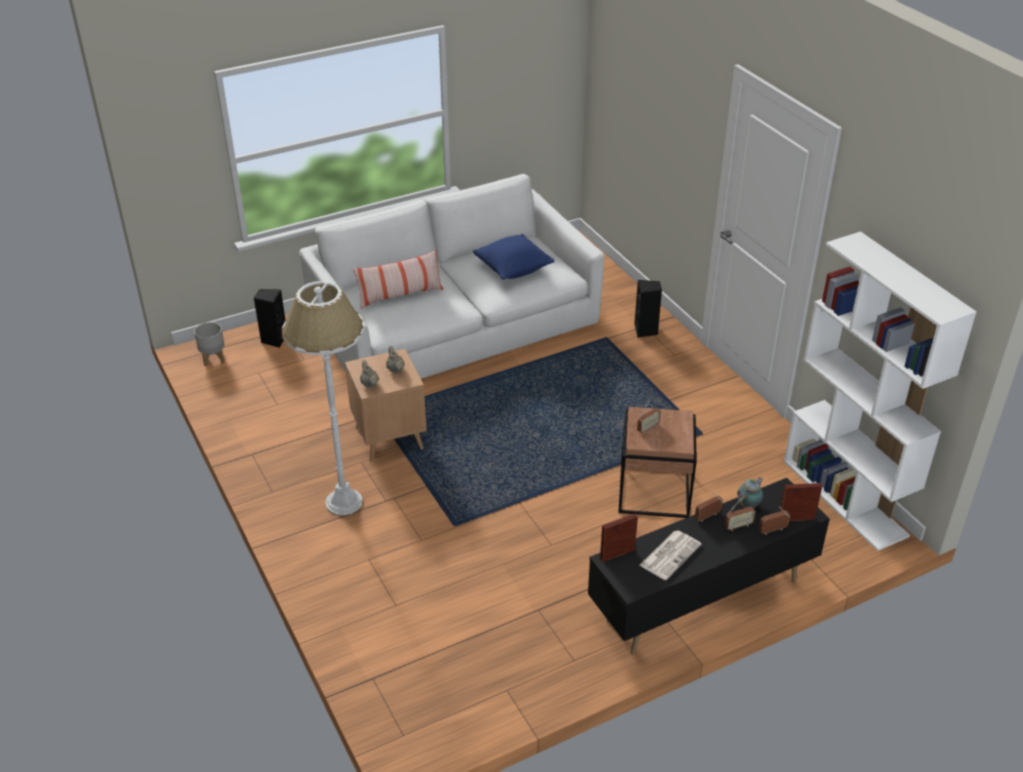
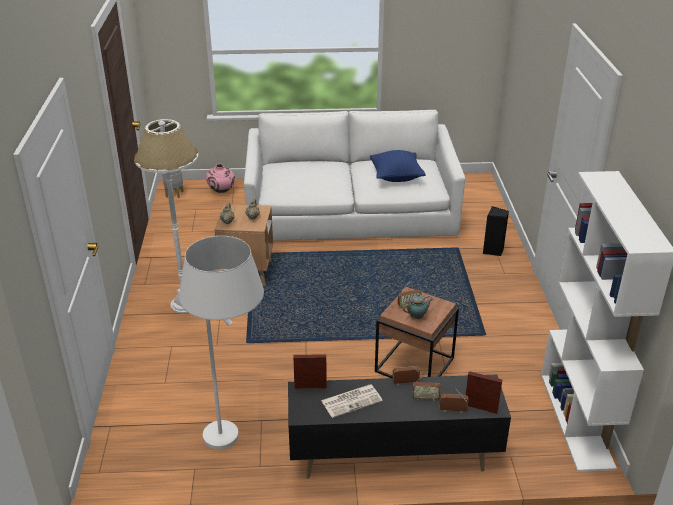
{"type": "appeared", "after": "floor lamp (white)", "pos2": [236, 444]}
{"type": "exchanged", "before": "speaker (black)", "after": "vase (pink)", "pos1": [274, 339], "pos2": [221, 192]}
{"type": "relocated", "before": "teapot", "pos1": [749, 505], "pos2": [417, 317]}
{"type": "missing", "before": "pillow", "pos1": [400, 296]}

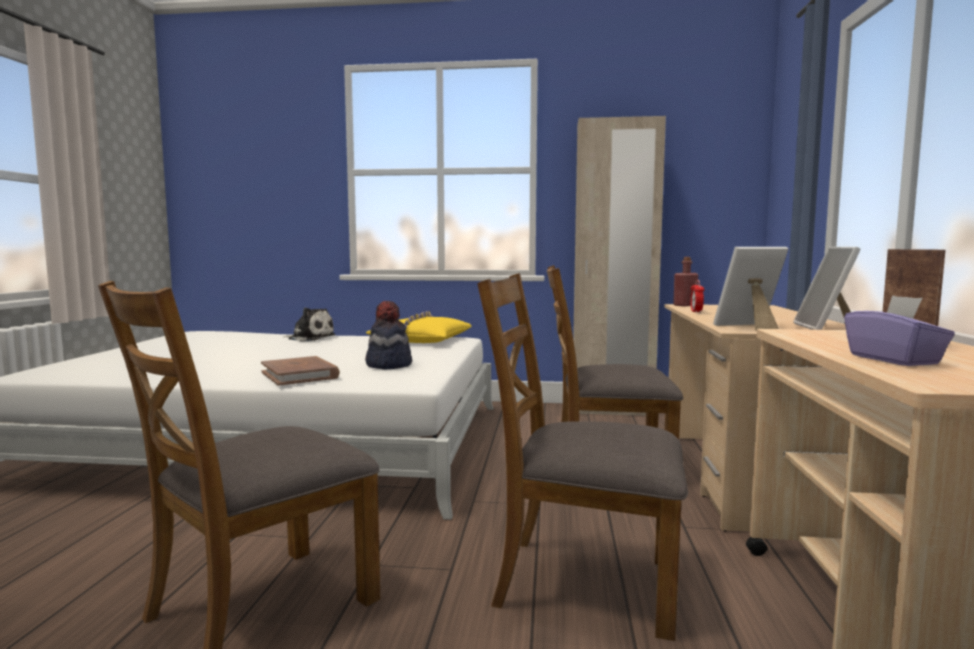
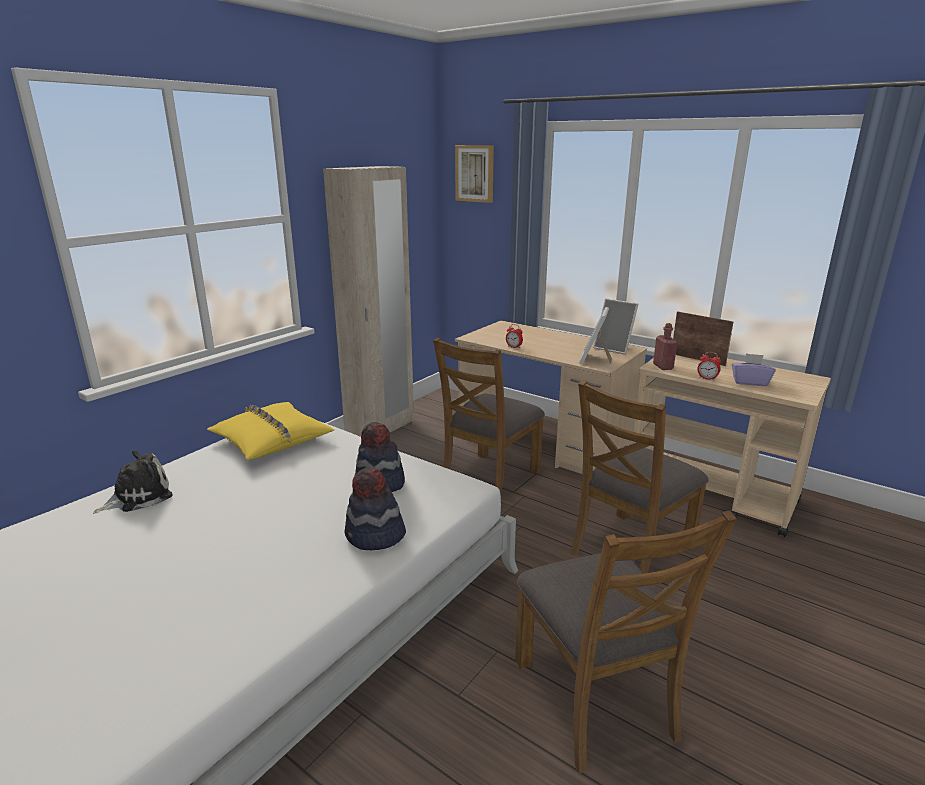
{"type": "exchanged", "before": "book (brown)", "after": "hat", "pos1": [300, 375], "pos2": [375, 536]}
{"type": "appeared", "after": "picture", "pos2": [475, 173]}
{"type": "relocated", "before": "bottle (red)", "pos1": [685, 305], "pos2": [663, 366]}
{"type": "appeared", "after": "alarm clock", "pos2": [707, 378]}

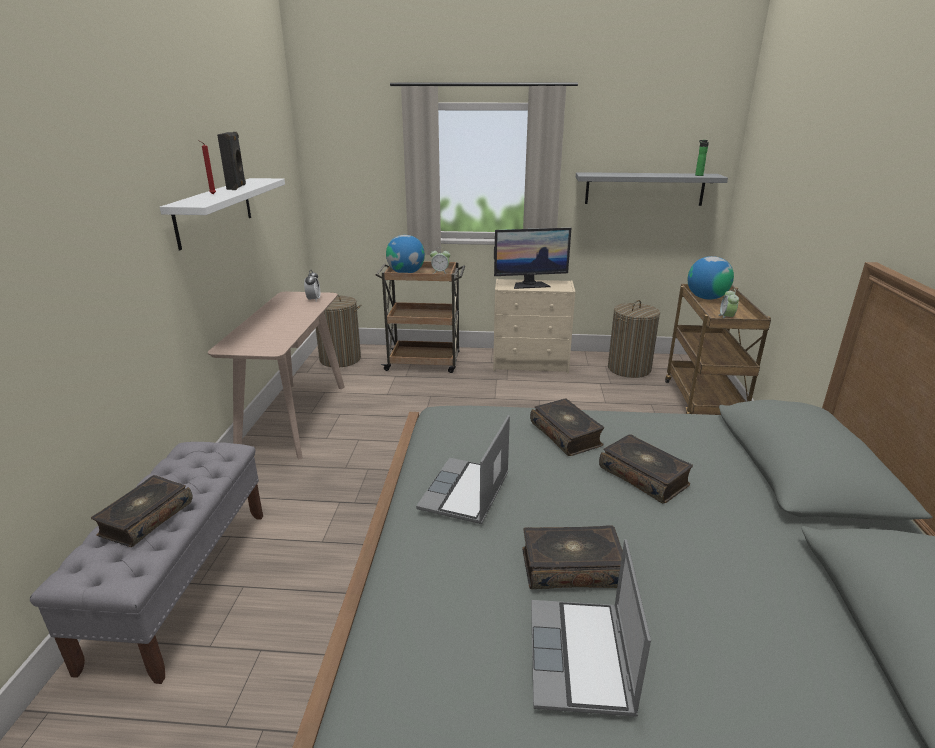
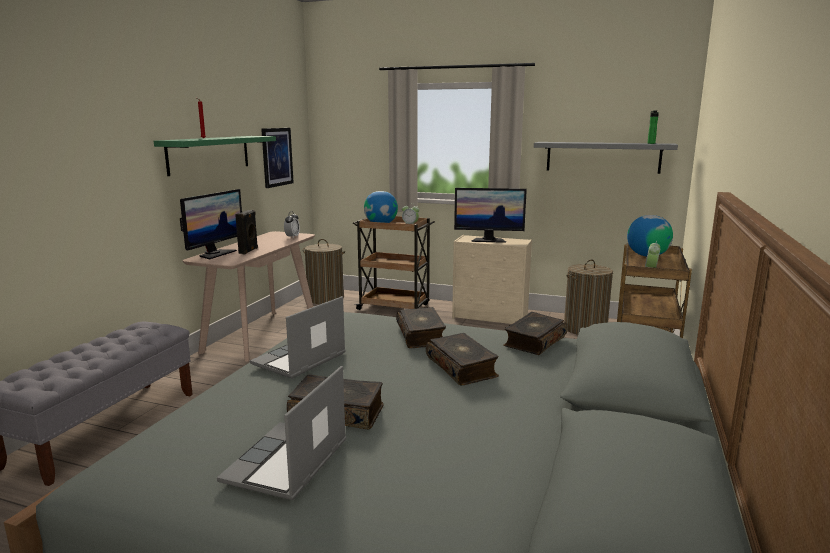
{"type": "colour", "before": "shelf (white)", "after": "shelf (green)", "pos1": [214, 211], "pos2": [209, 154]}
{"type": "appeared", "after": "monitor", "pos2": [215, 254]}
{"type": "relocated", "before": "speaker (black)", "pos1": [237, 187], "pos2": [249, 251]}
{"type": "appeared", "after": "picture", "pos2": [277, 157]}
{"type": "relocated", "before": "book", "pos1": [145, 518], "pos2": [534, 341]}

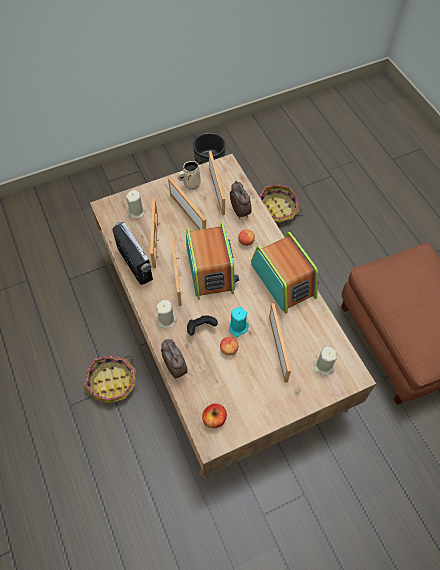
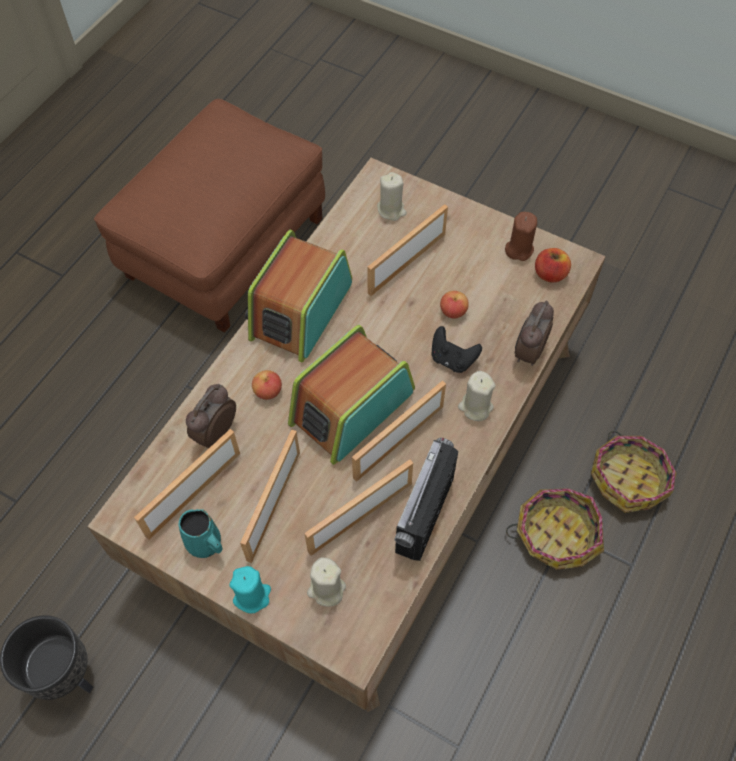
{"type": "colour", "before": "mug (beige)", "after": "mug (turquoise)", "pos1": [190, 184], "pos2": [206, 544]}
{"type": "relocated", "before": "candle (turquoise)", "pos1": [238, 327], "pos2": [252, 596]}
{"type": "appeared", "after": "candle (brown)", "pos2": [519, 249]}
{"type": "relocated", "before": "basket", "pos1": [277, 210], "pos2": [629, 478]}

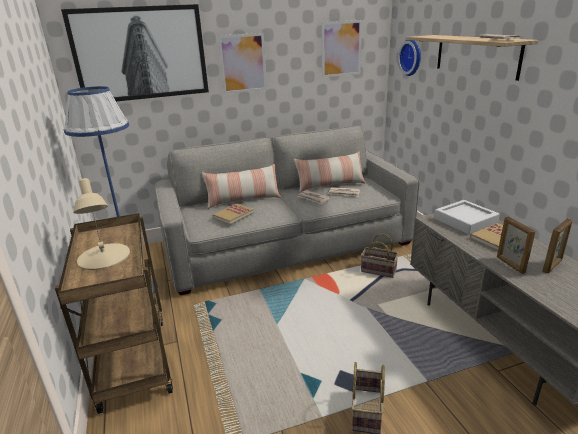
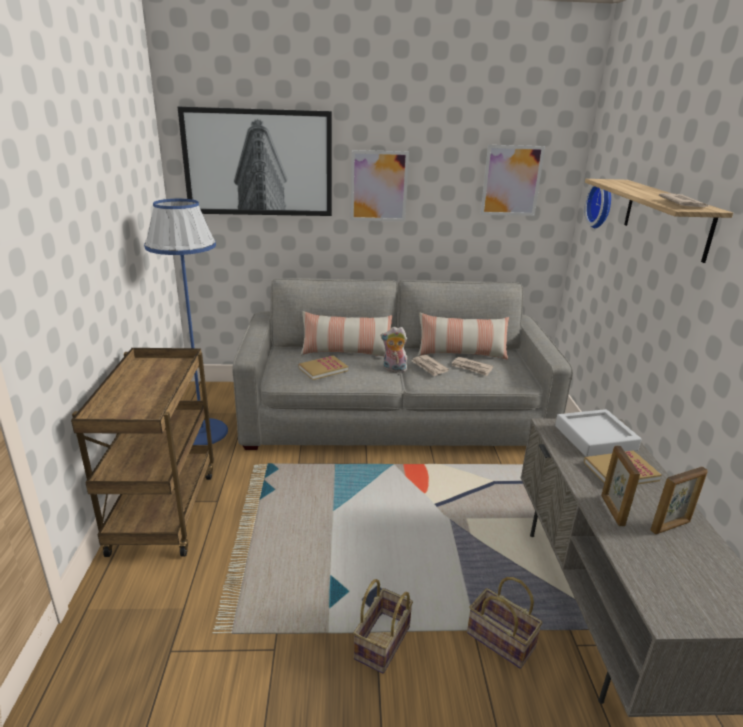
{"type": "appeared", "after": "plush toy", "pos2": [393, 370]}
{"type": "relocated", "before": "basket", "pos1": [377, 270], "pos2": [498, 640]}
{"type": "missing", "before": "table lamp (beige)", "pos1": [103, 257]}

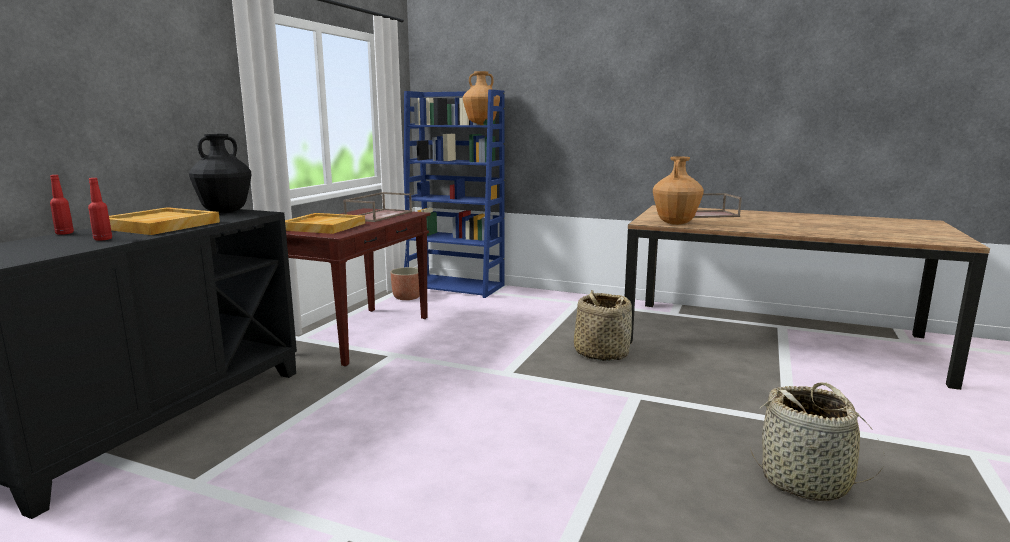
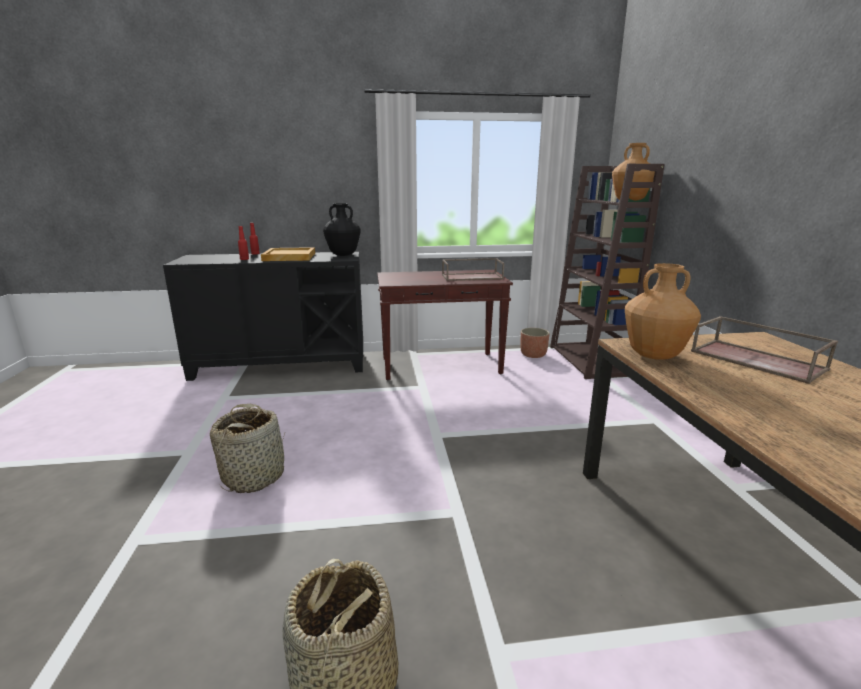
{"type": "relocated", "before": "basket", "pos1": [601, 353], "pos2": [254, 476]}
{"type": "colour", "before": "bookcase (blue)", "after": "bookcase (brown)", "pos1": [455, 286], "pos2": [589, 361]}
{"type": "missing", "before": "tray (beige)", "pos1": [323, 226]}

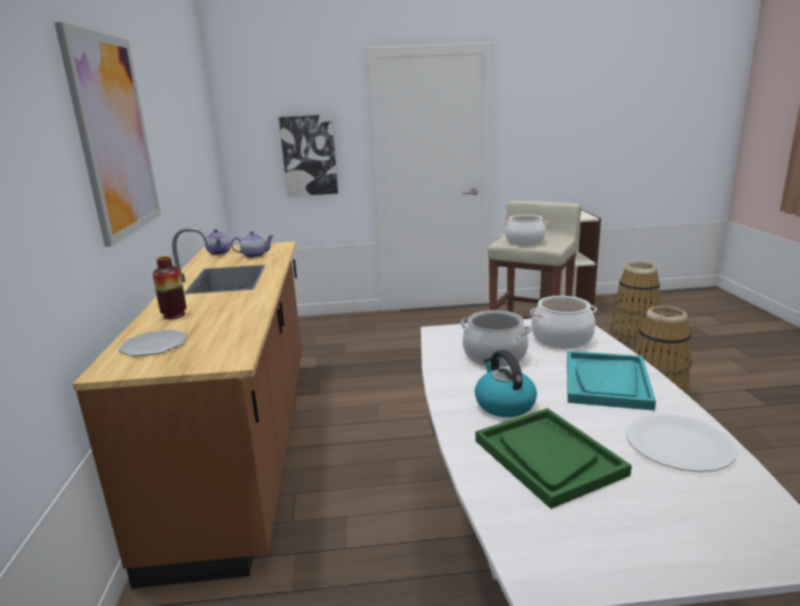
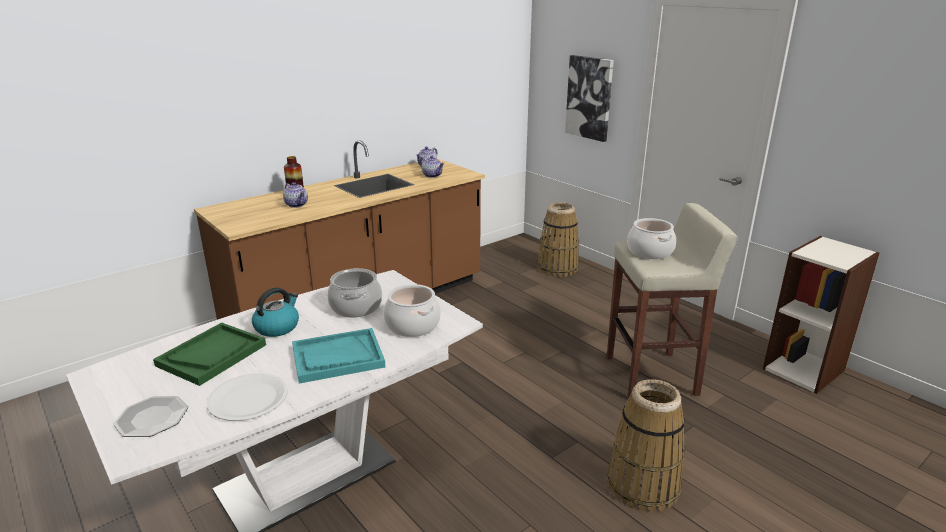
{"type": "relocated", "before": "plate", "pos1": [154, 345], "pos2": [152, 418]}
{"type": "appeared", "after": "teapot", "pos2": [297, 205]}
{"type": "relocated", "before": "basket", "pos1": [633, 336], "pos2": [557, 268]}
{"type": "missing", "before": "picture", "pos1": [114, 136]}

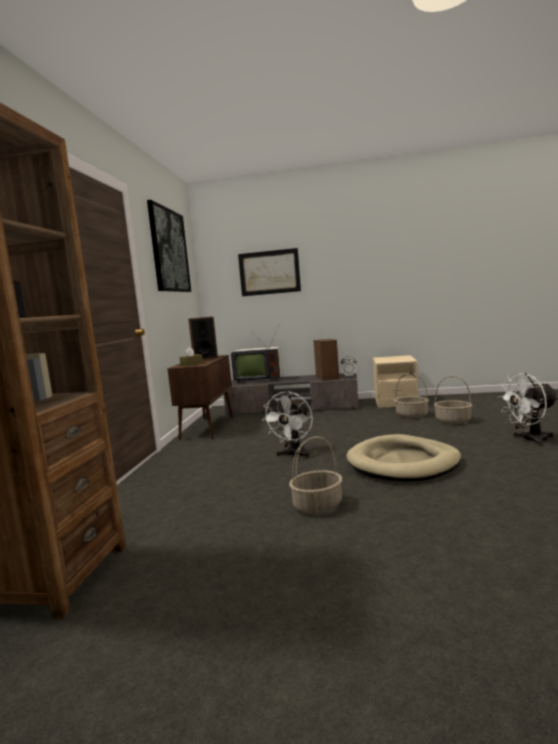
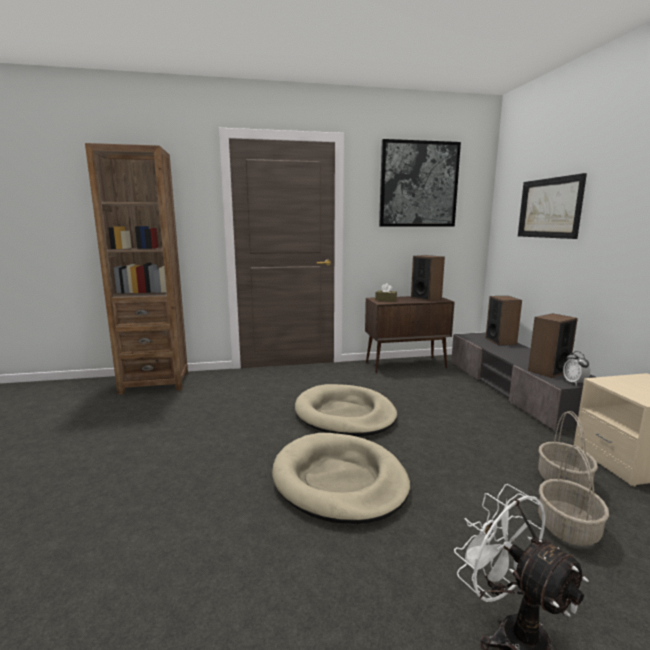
{"type": "exchanged", "before": "fan (white)", "after": "dog bed (beige)", "pos1": [293, 455], "pos2": [345, 414]}
{"type": "exchanged", "before": "television", "after": "speaker", "pos1": [258, 379], "pos2": [501, 341]}
{"type": "missing", "before": "basket", "pos1": [317, 506]}

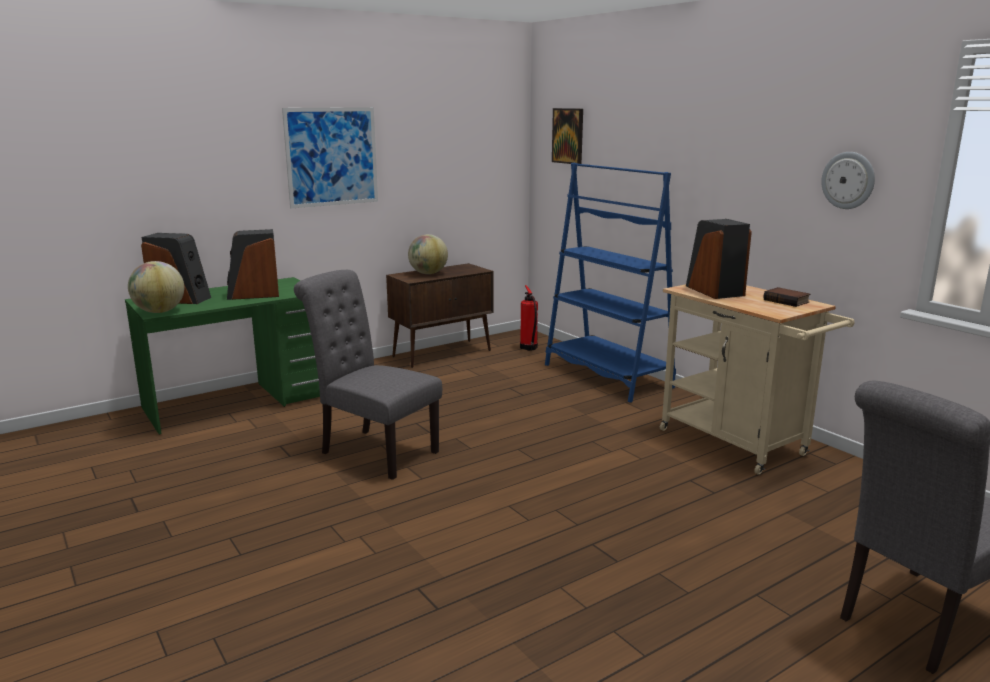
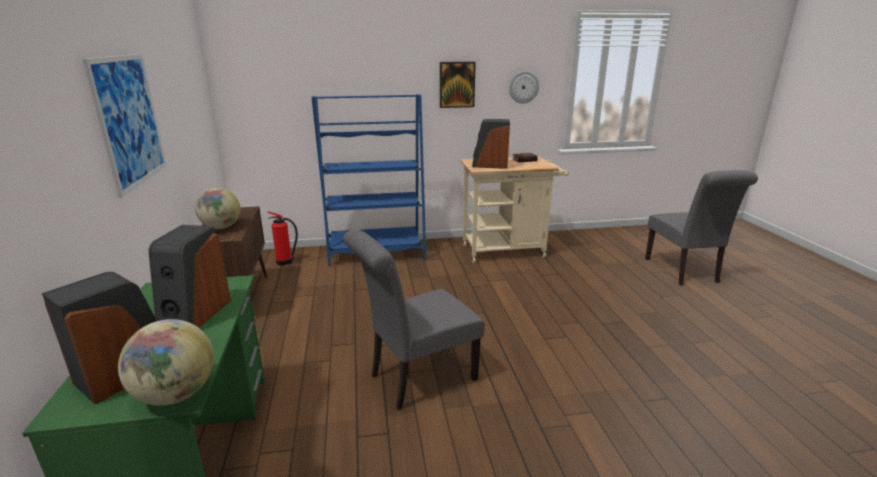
{"type": "relocated", "before": "picture", "pos1": [568, 136], "pos2": [457, 84]}

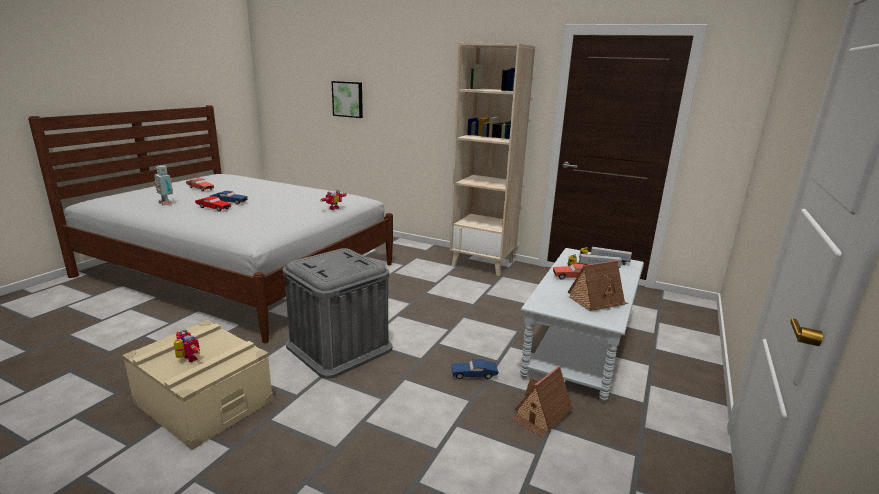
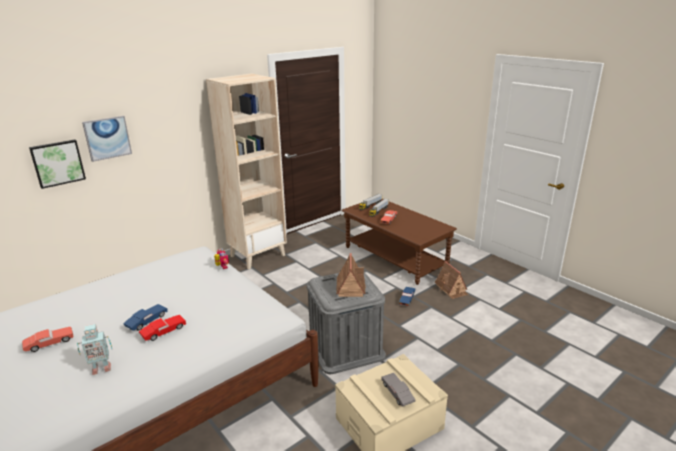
{"type": "appeared", "after": "picture", "pos2": [107, 138]}
{"type": "relocated", "before": "toy house", "pos1": [597, 301], "pos2": [350, 287]}
{"type": "colour", "before": "coffee table (grey)", "after": "coffee table (brown)", "pos1": [579, 346], "pos2": [395, 257]}
{"type": "exchanged", "before": "toy robot", "after": "toy car (grey)", "pos1": [187, 359], "pos2": [397, 394]}

